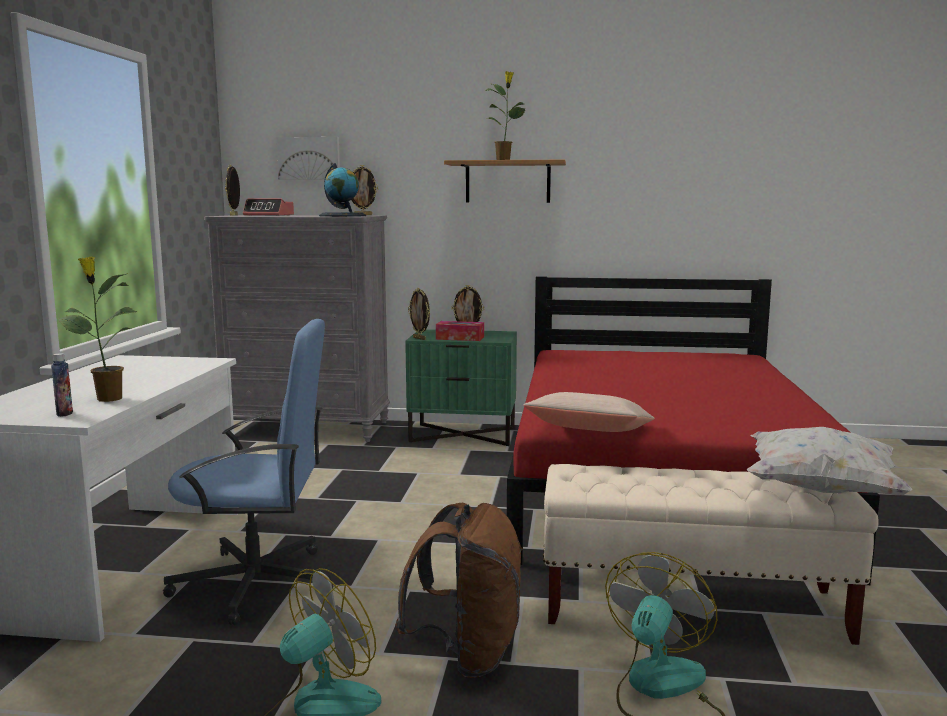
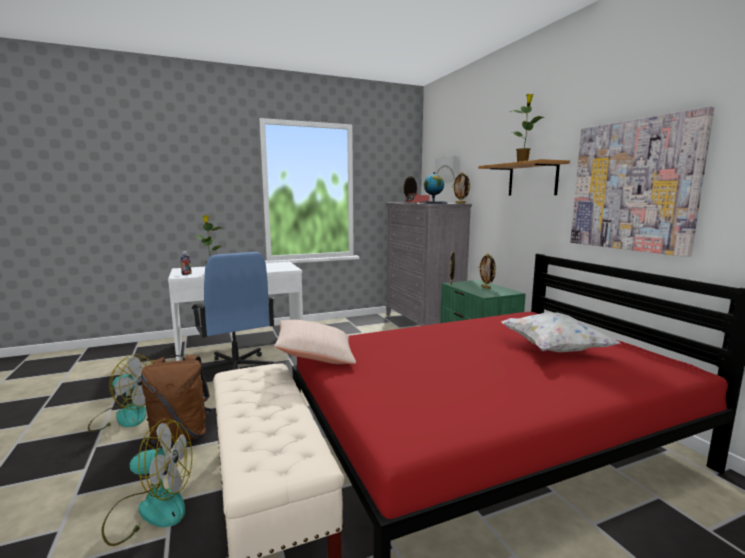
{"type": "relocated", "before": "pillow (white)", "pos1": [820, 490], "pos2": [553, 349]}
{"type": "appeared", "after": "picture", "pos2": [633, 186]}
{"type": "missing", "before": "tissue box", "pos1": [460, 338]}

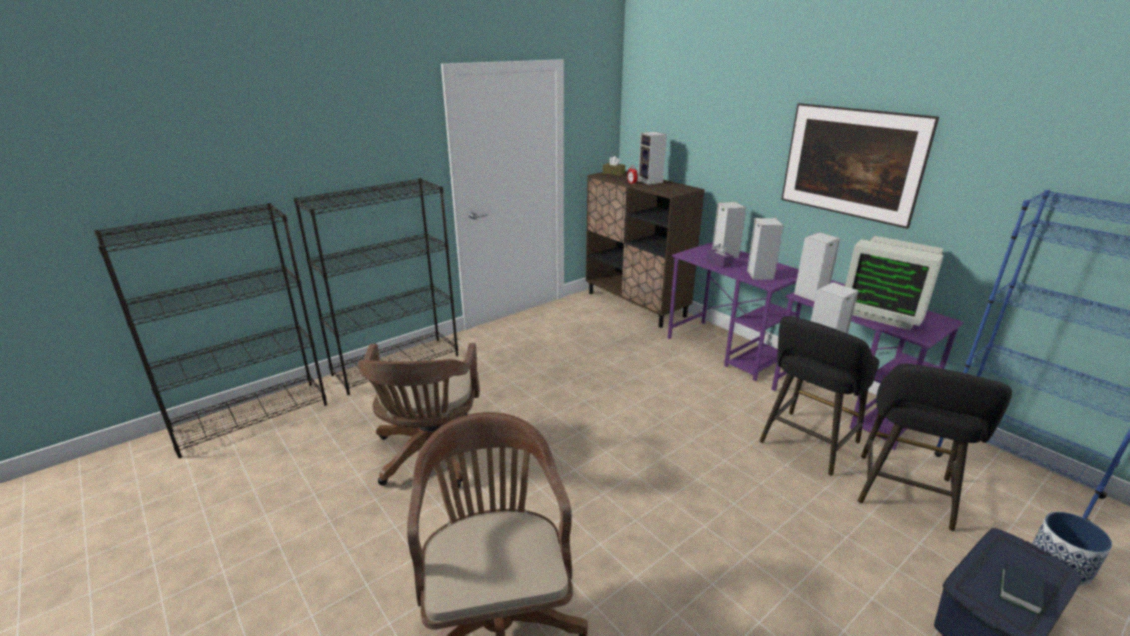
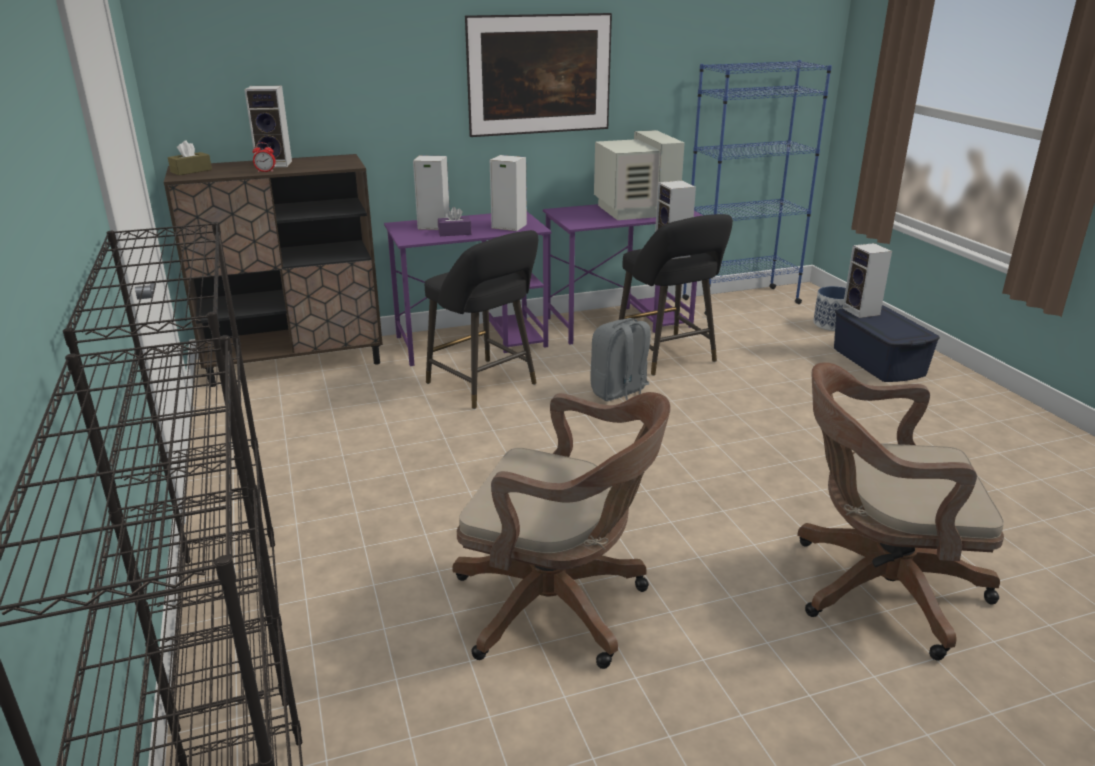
{"type": "relocated", "before": "stool (black)", "pos1": [903, 495], "pos2": [485, 386]}
{"type": "appeared", "after": "backpack (grey)", "pos2": [620, 393]}
{"type": "spun", "before": "monitor", "pos1": [884, 311], "pos2": [633, 210], "turn": -75}
{"type": "relocated", "before": "speaker", "pos1": [810, 295], "pos2": [862, 312]}
{"type": "missing", "before": "book", "pos1": [1020, 592]}

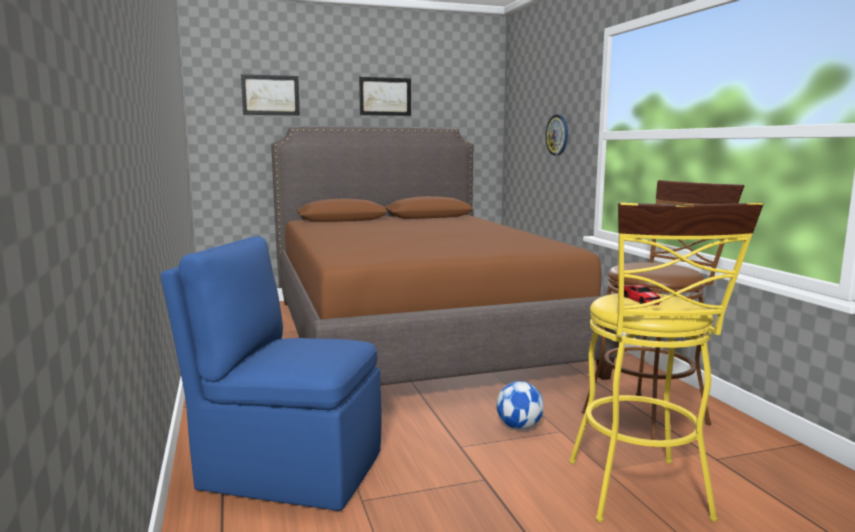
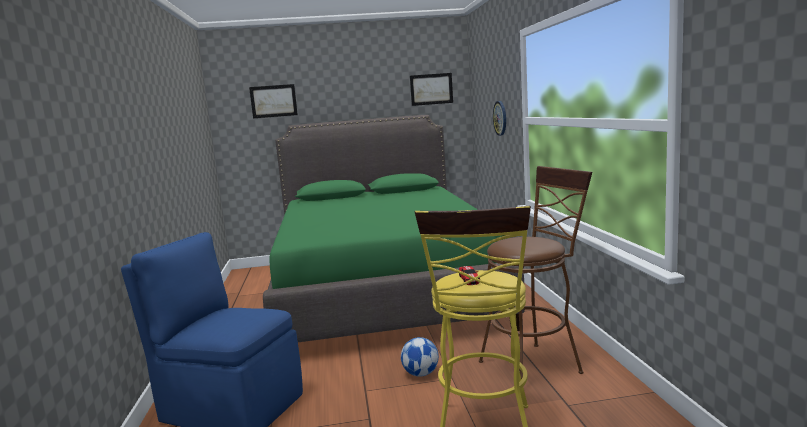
{"type": "colour", "before": "bed (brown)", "after": "bed (green)", "pos1": [416, 333], "pos2": [383, 290]}
{"type": "relocated", "before": "picture", "pos1": [385, 96], "pos2": [431, 89]}

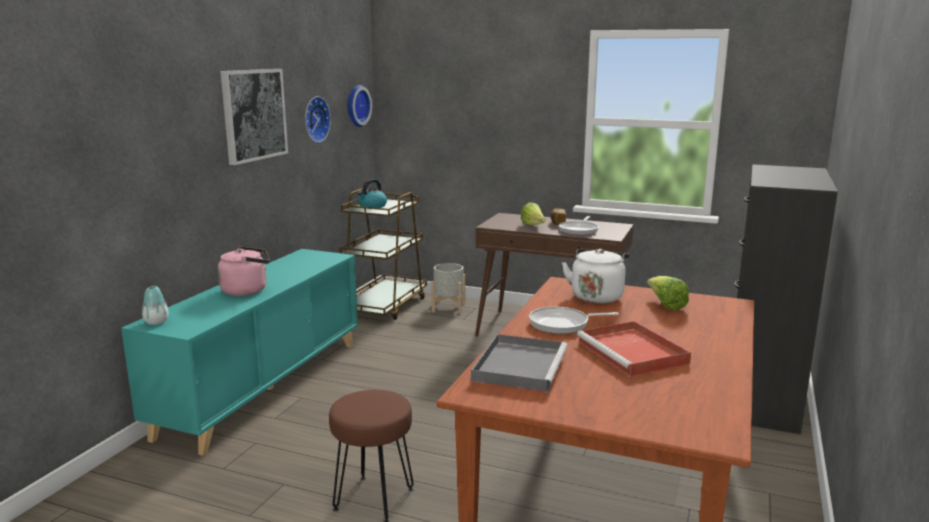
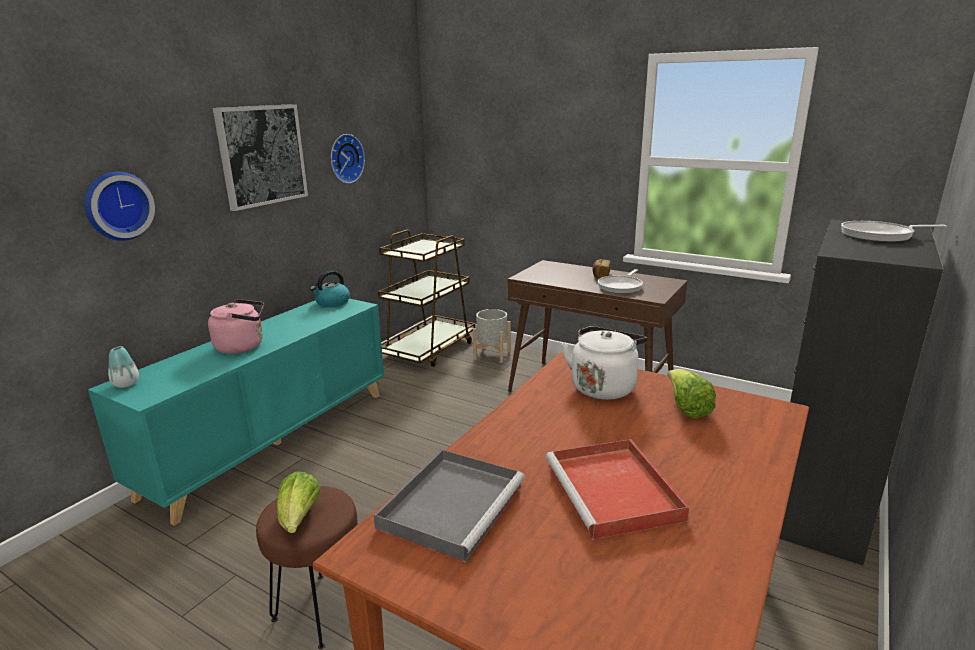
{"type": "relocated", "before": "wall clock", "pos1": [356, 105], "pos2": [117, 205]}
{"type": "relocated", "before": "lettuce", "pos1": [533, 226], "pos2": [299, 519]}
{"type": "relocated", "before": "kettle", "pos1": [372, 206], "pos2": [332, 303]}
{"type": "relocated", "before": "frying pan", "pos1": [562, 324], "pos2": [880, 236]}

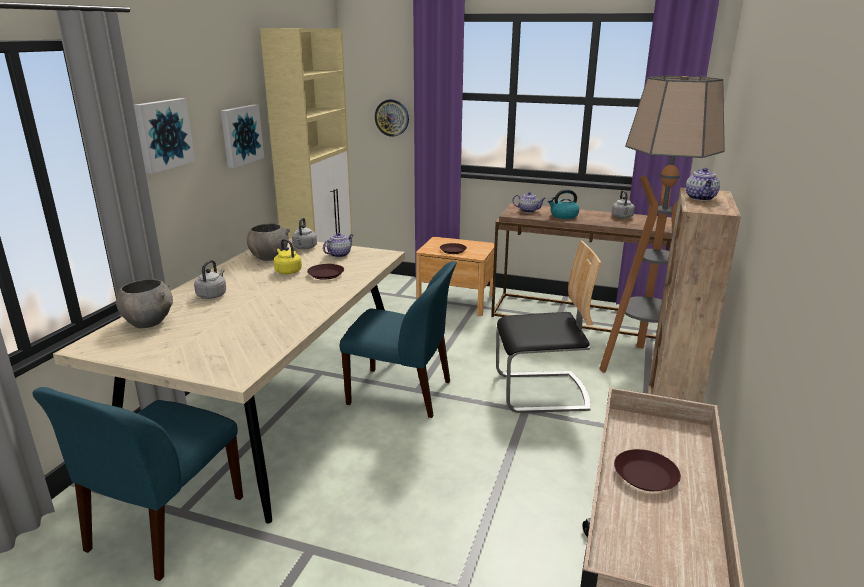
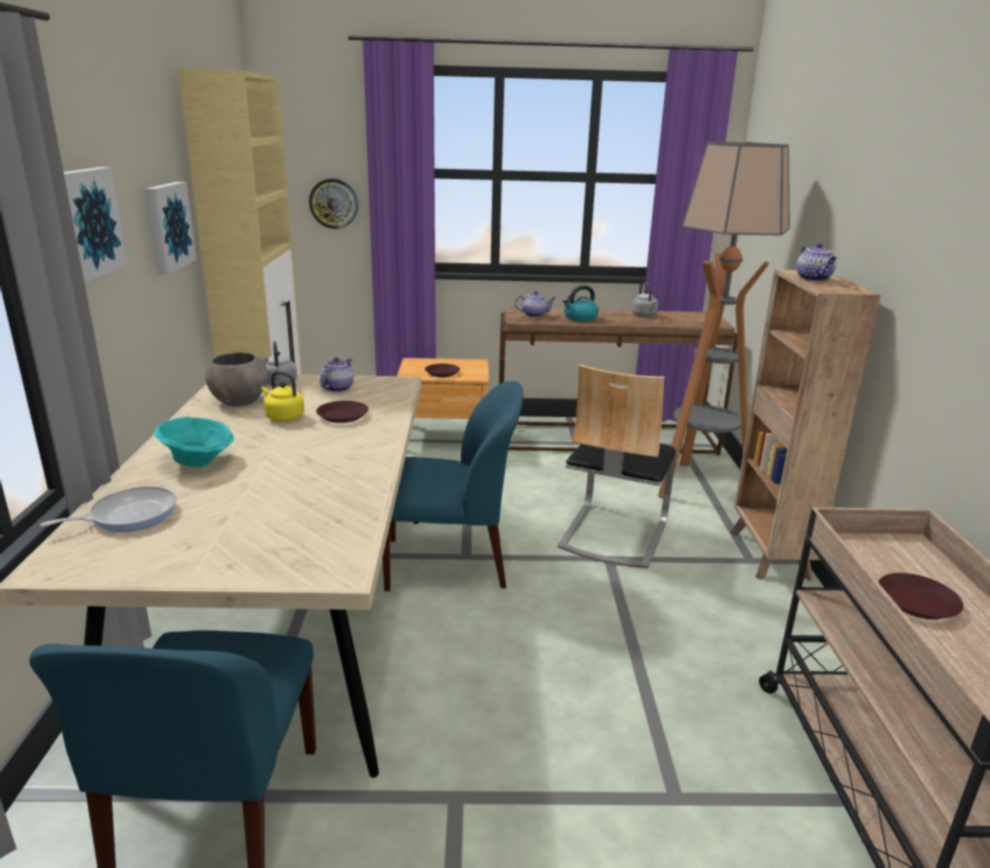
{"type": "exchanged", "before": "bowl (grey)", "after": "frying pan", "pos1": [149, 322], "pos2": [128, 515]}
{"type": "exchanged", "before": "kettle (grey)", "after": "bowl (turquoise)", "pos1": [212, 295], "pos2": [198, 462]}
{"type": "spun", "before": "chair", "pos1": [541, 392], "pos2": [613, 533], "turn": 135}

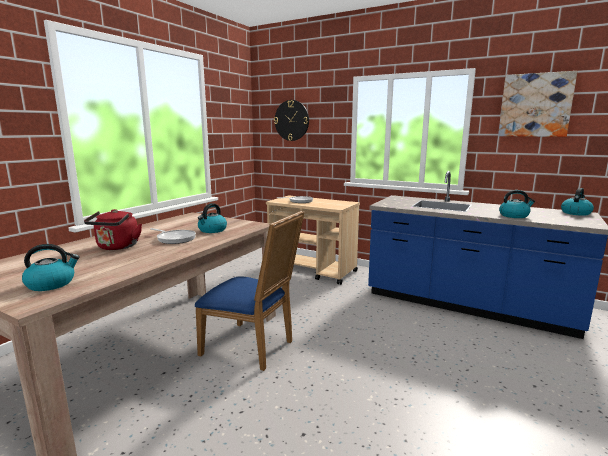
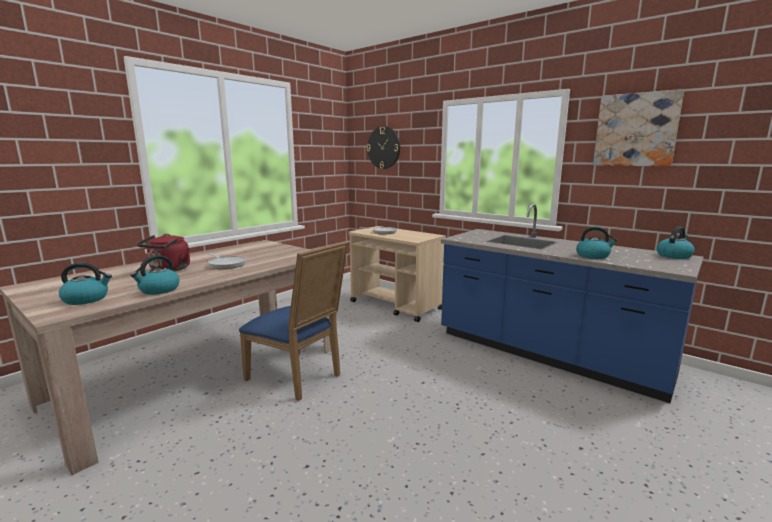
{"type": "relocated", "before": "kettle", "pos1": [212, 230], "pos2": [159, 290]}

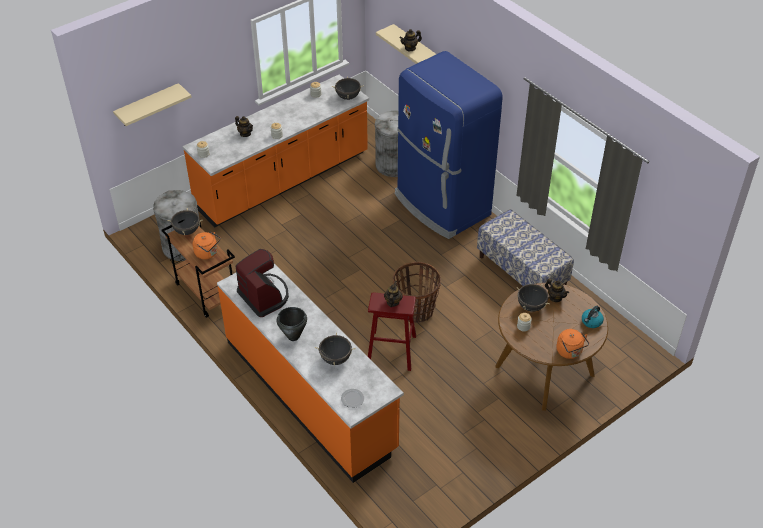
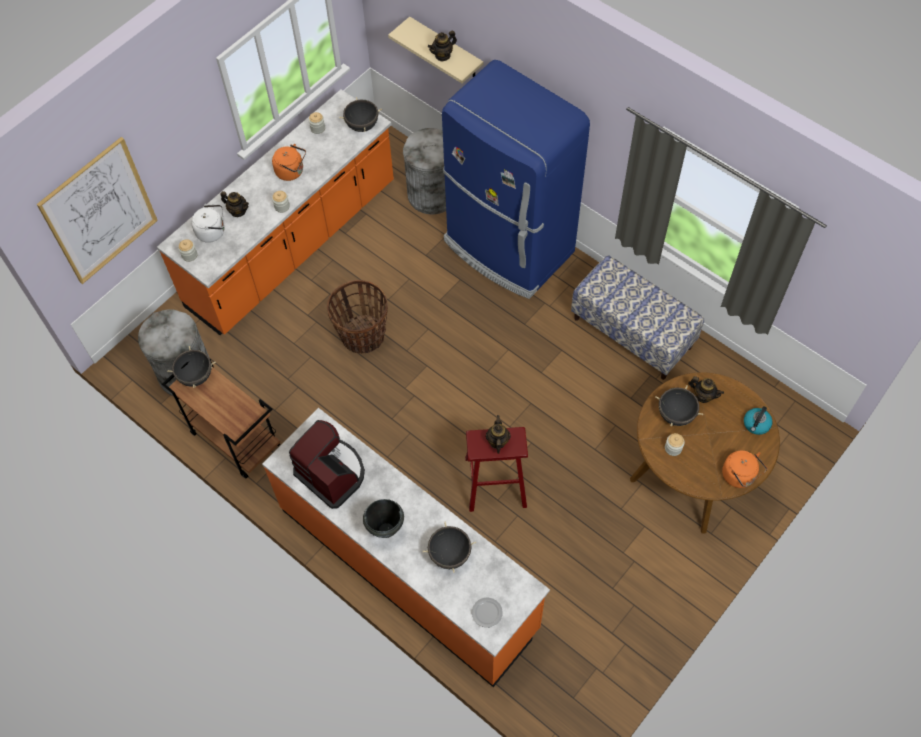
{"type": "exchanged", "before": "shelf (beige)", "after": "picture", "pos1": [147, 105], "pos2": [99, 211]}
{"type": "appeared", "after": "kettle (white)", "pos2": [213, 232]}
{"type": "relocated", "before": "kettle (orange)", "pos1": [208, 253], "pos2": [291, 172]}
{"type": "relocated", "before": "basket", "pos1": [415, 310], "pos2": [362, 336]}

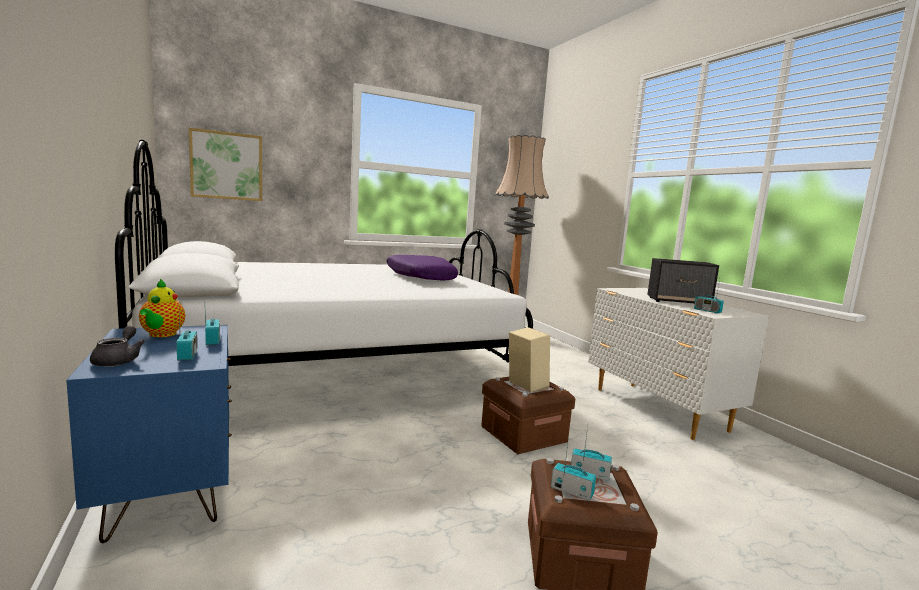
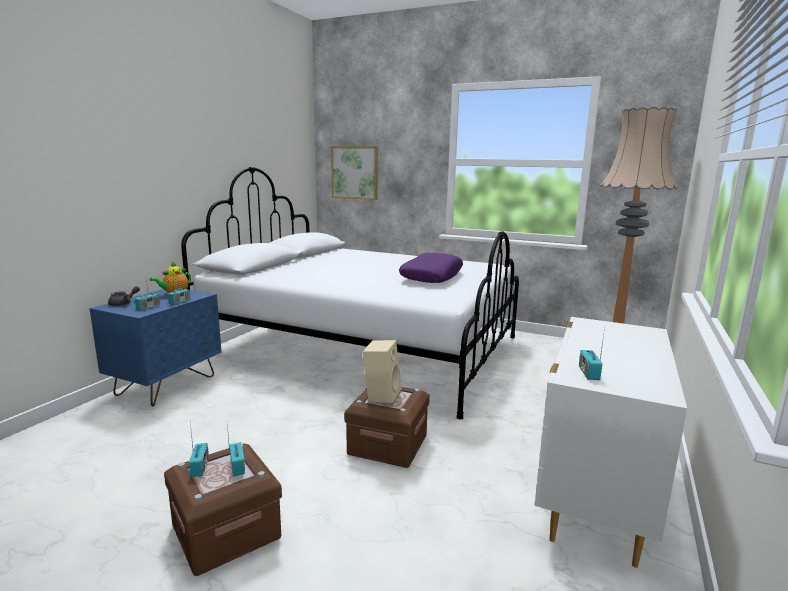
{"type": "missing", "before": "speaker", "pos1": [679, 301]}

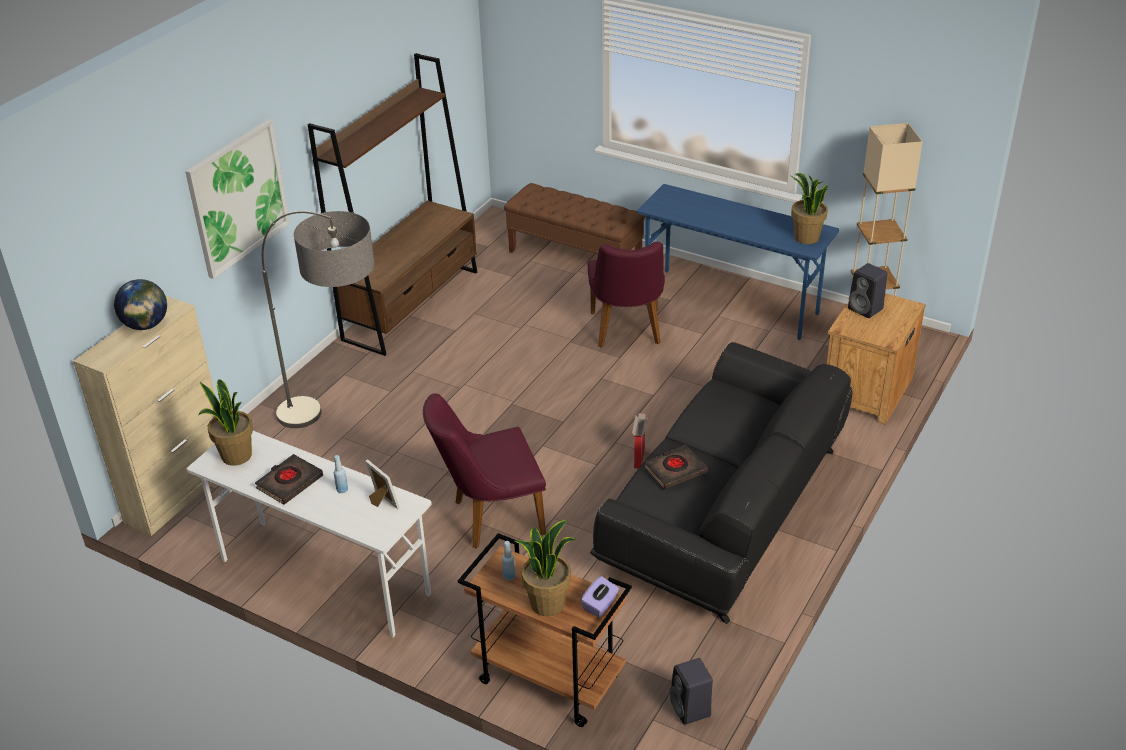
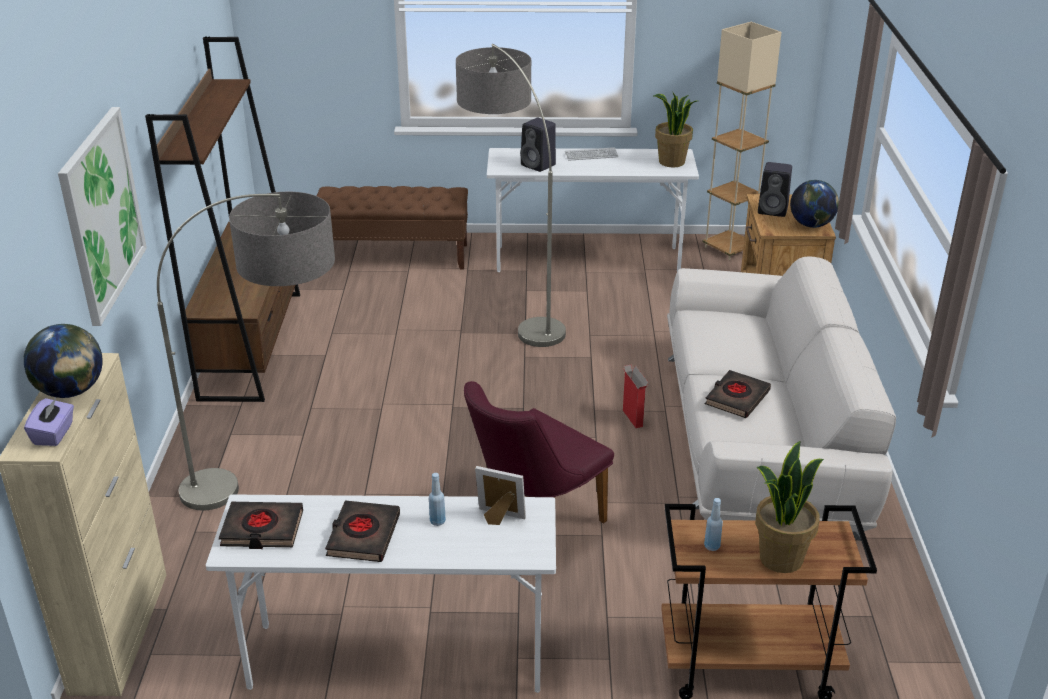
{"type": "relocated", "before": "tissue box (purple)", "pos1": [600, 605], "pos2": [54, 434]}
{"type": "exchanged", "before": "potted plant", "after": "book (black)", "pos1": [236, 456], "pos2": [262, 529]}
{"type": "exchanged", "before": "chair (purple)", "after": "floor lamp", "pos1": [627, 332], "pos2": [511, 309]}
{"type": "colour", "before": "desk (blue)", "after": "desk (white)", "pos1": [731, 304], "pos2": [588, 259]}
{"type": "relocated", "before": "speaker (black)", "pos1": [691, 709], "pos2": [539, 165]}
{"type": "appeared", "after": "keyboard", "pos2": [591, 155]}
{"type": "colour", "before": "sofa (black)", "after": "sofa (white)", "pos1": [725, 511], "pos2": [760, 439]}
{"type": "appeared", "after": "globe", "pos2": [811, 225]}

